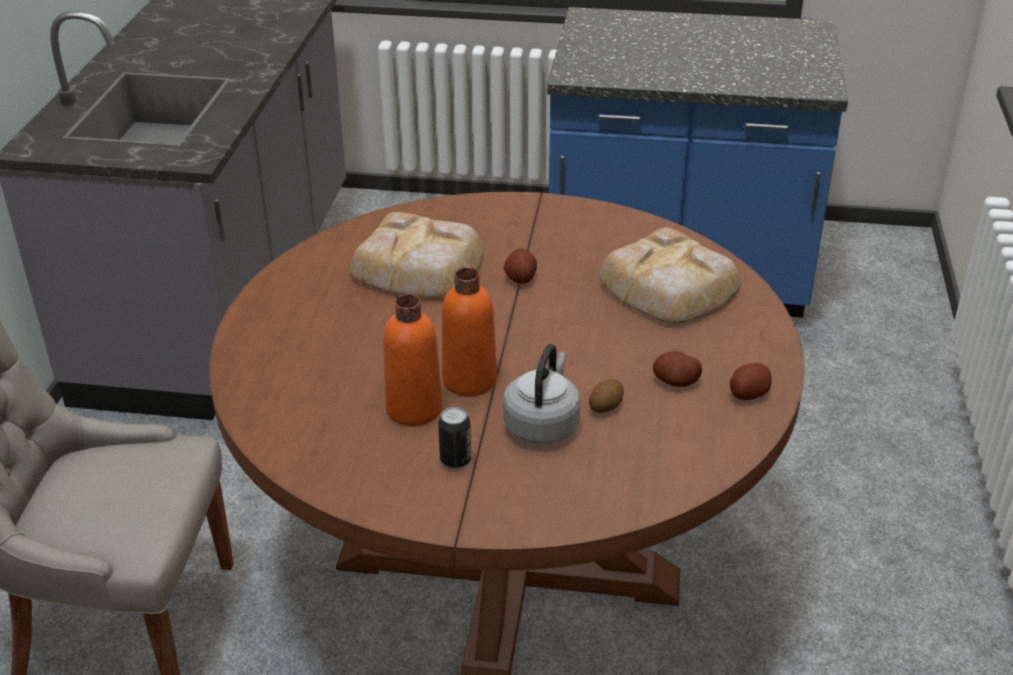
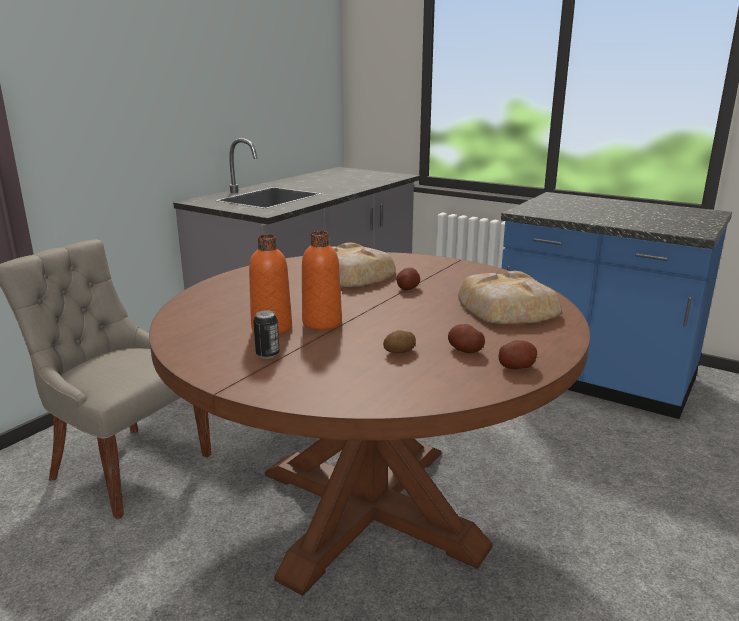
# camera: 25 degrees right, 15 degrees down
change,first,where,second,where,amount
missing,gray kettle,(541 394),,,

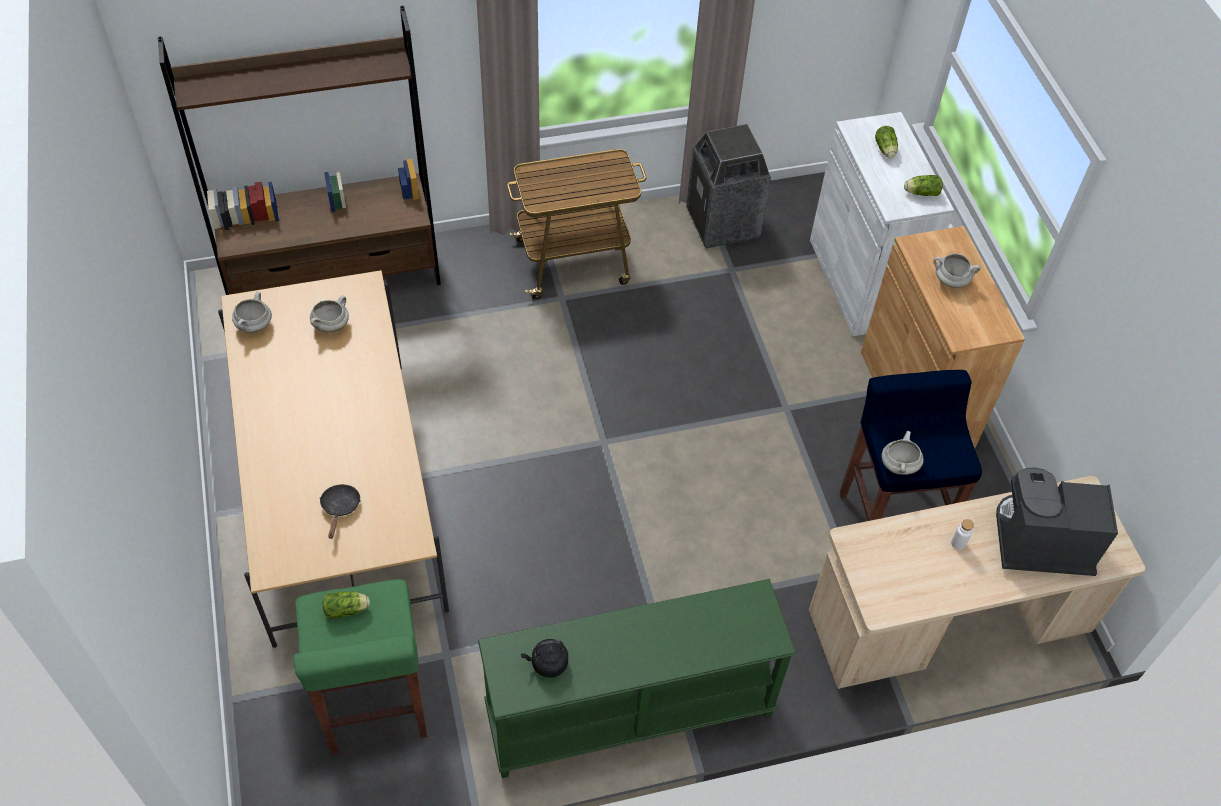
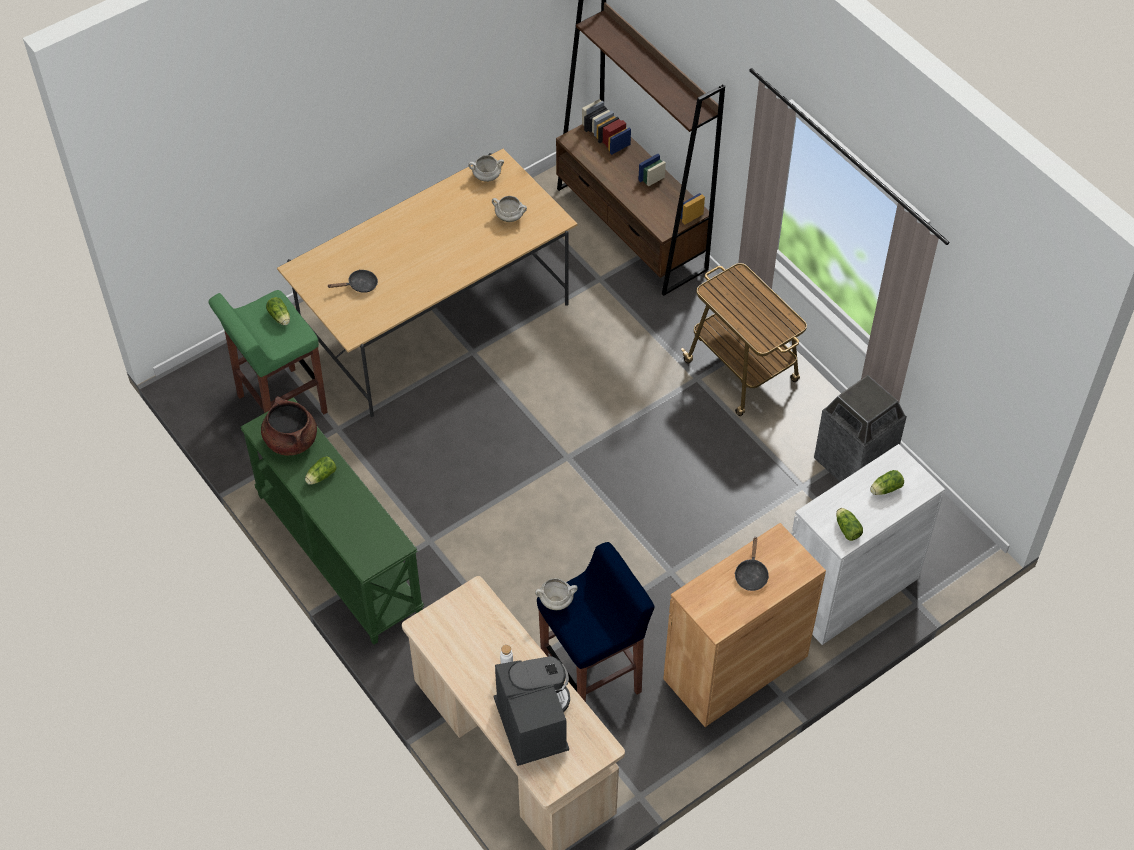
# camera: 70 degrees right, 0 degrees up
change,first,where,second,where,amount
exchanged,black kettle,(544 658),brown-coloured stockpot,(289 426),
exchanged,whitish stockpot,(957 270),black frying pan,(752 563),
appeared,,,lettuce head,(320 470),

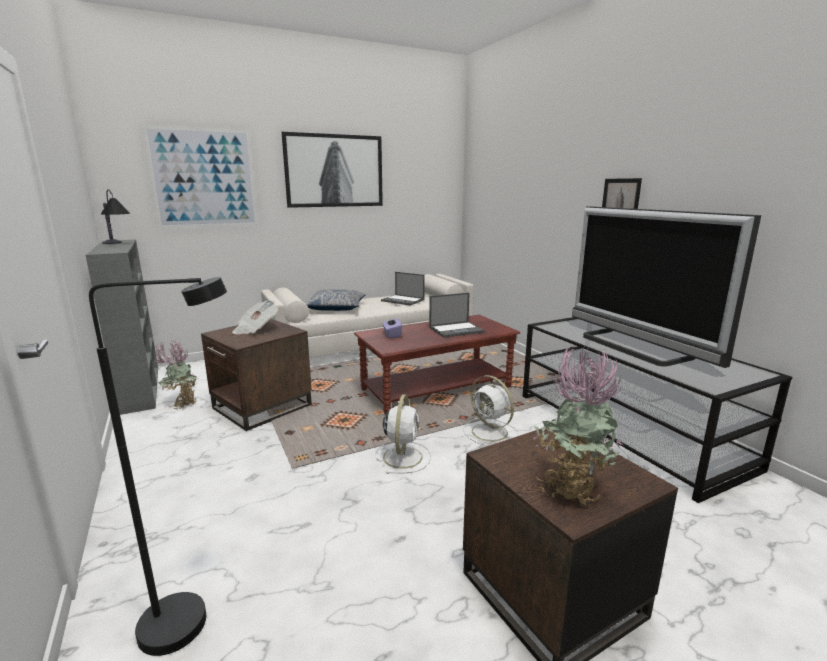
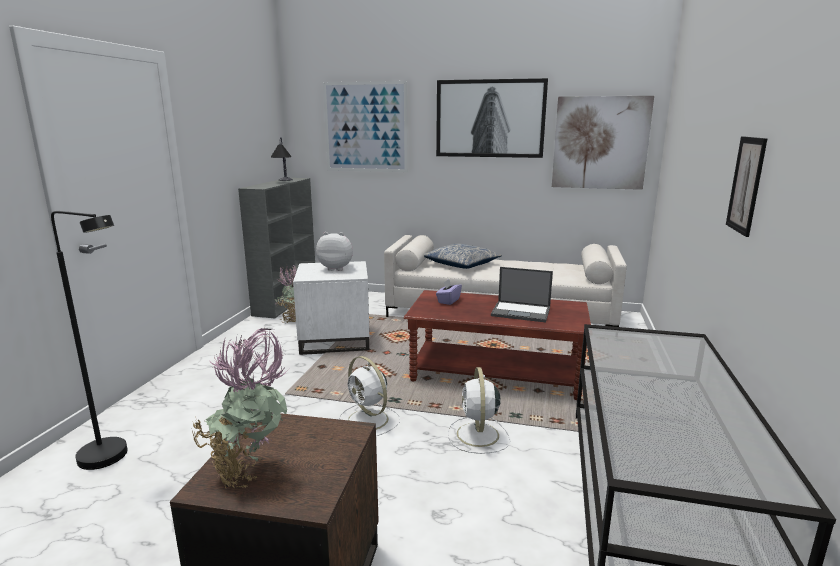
# camera: 40 degrees right, 0 degrees up
change,first,where,second,where,amount
colour,brown-coloured end table,(256 375),whitish end table,(331 308),
exchanged,printed paper,(255 317),soft toy,(334 251),
spun,whitish fan,(403 434),,(369 396),90 degrees clockwise
missing,notebook computer,(403 289),,,
missing,television,(666 287),,,
appeared,,,wall art,(603 143),

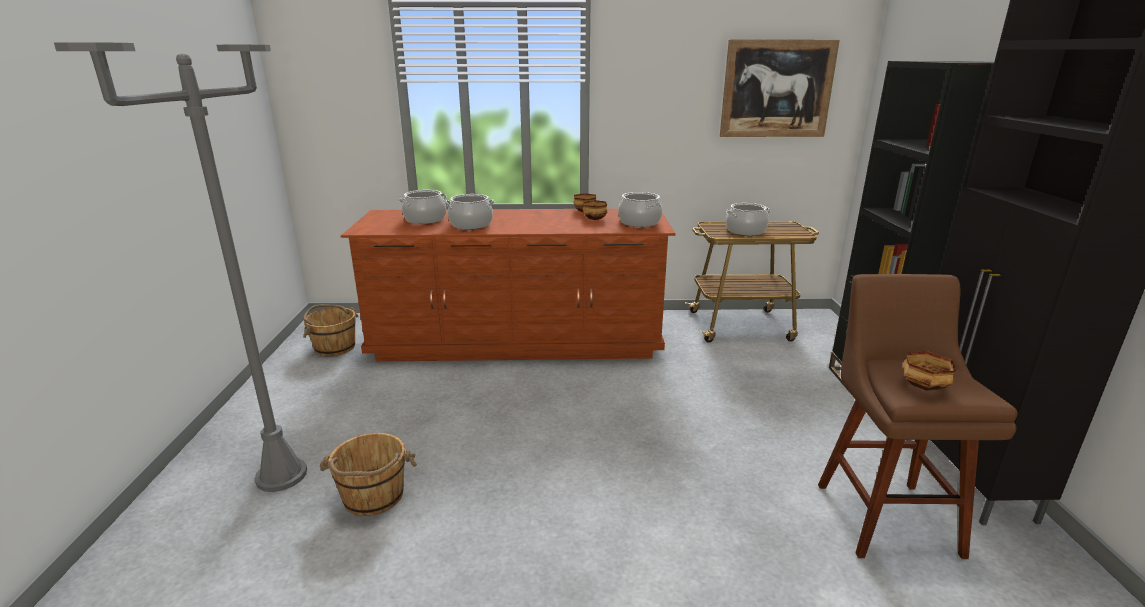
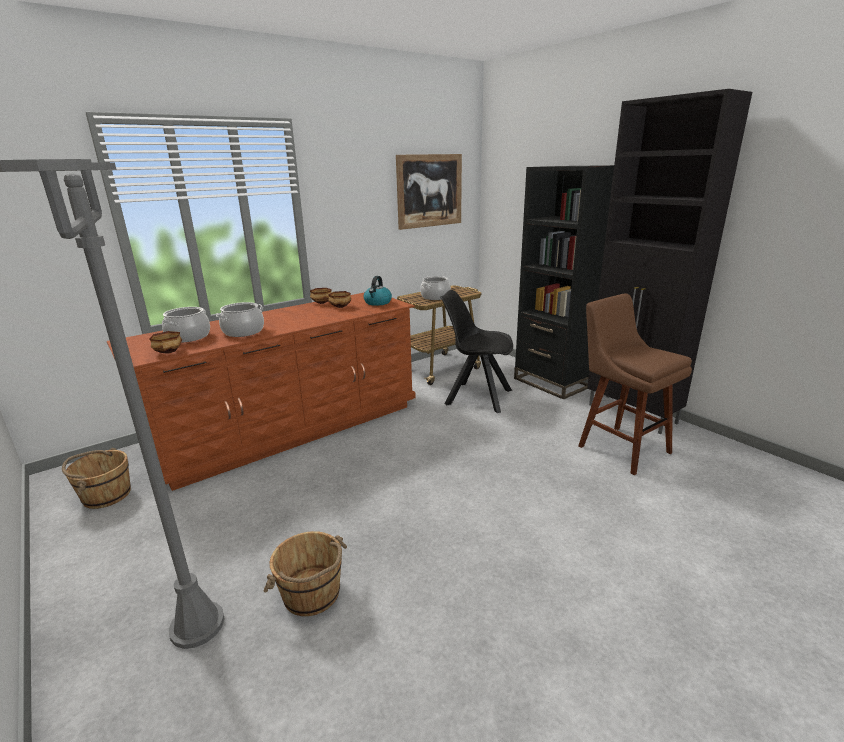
# camera: 35 degrees left, 0 degrees up
change,first,where,second,where,amount
exchanged,stockpot,(640 209),kettle,(378 291),
relocated,serving bowl,(929 371),,(165 342),
appeared,,,black plain chair,(476 351),

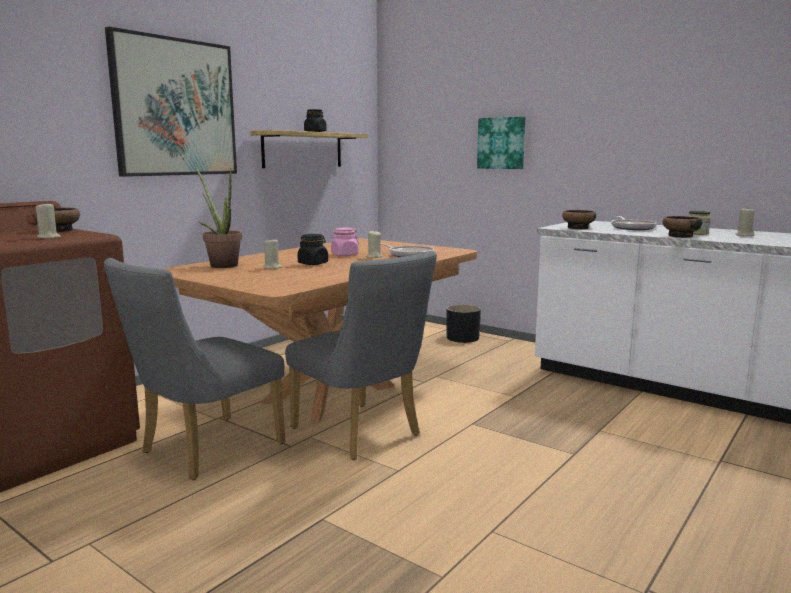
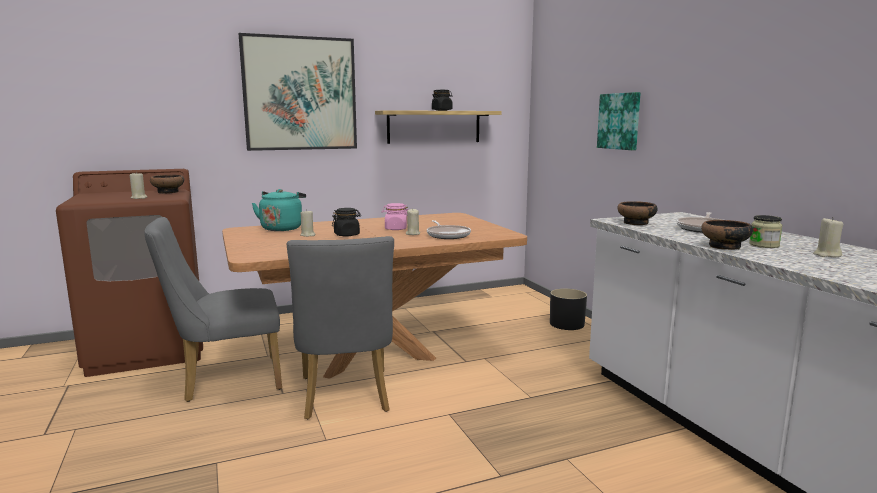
# camera: 30 degrees right, 0 degrees up
change,first,where,second,where,amount
exchanged,plant in a pot,(218 216),blue-green kettle,(279 210),

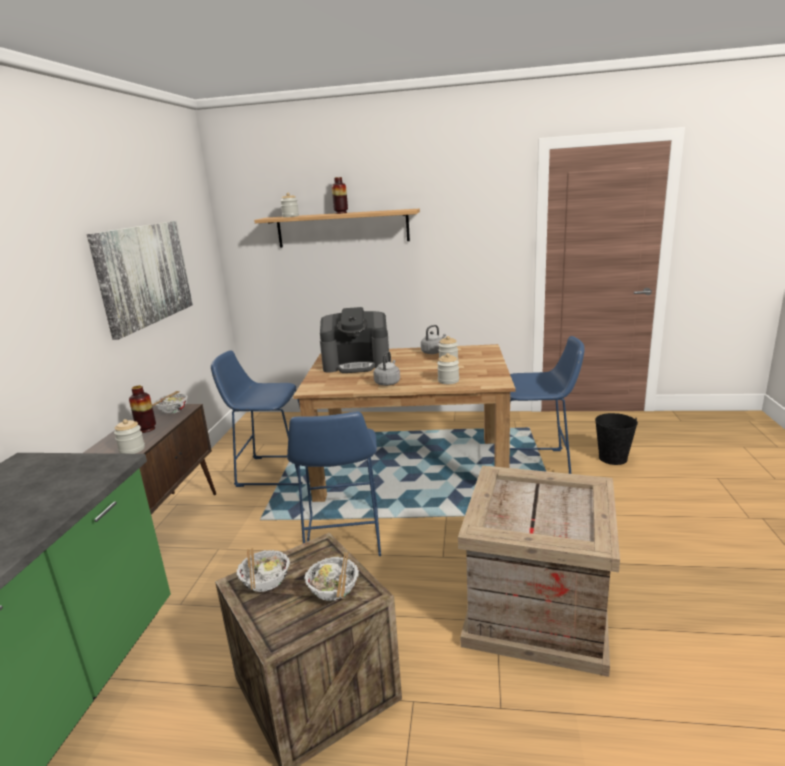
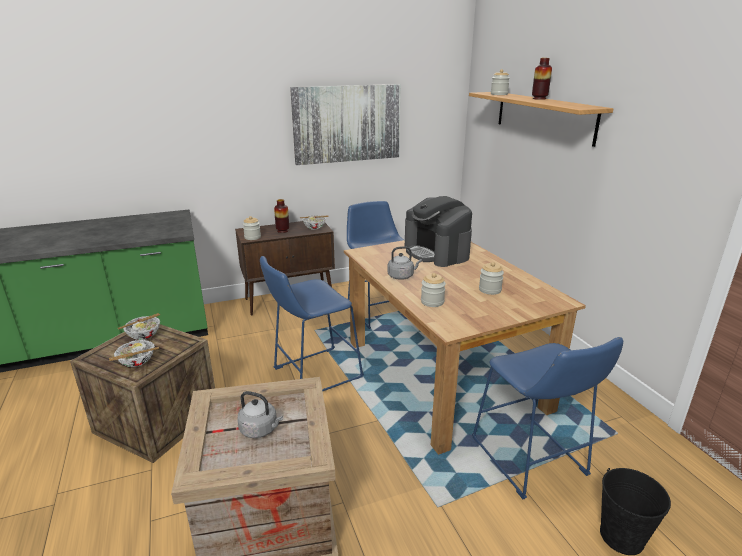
# camera: 60 degrees right, 5 degrees up
change,first,where,second,where,amount
relocated,gray kettle,(433 339),,(260 414),

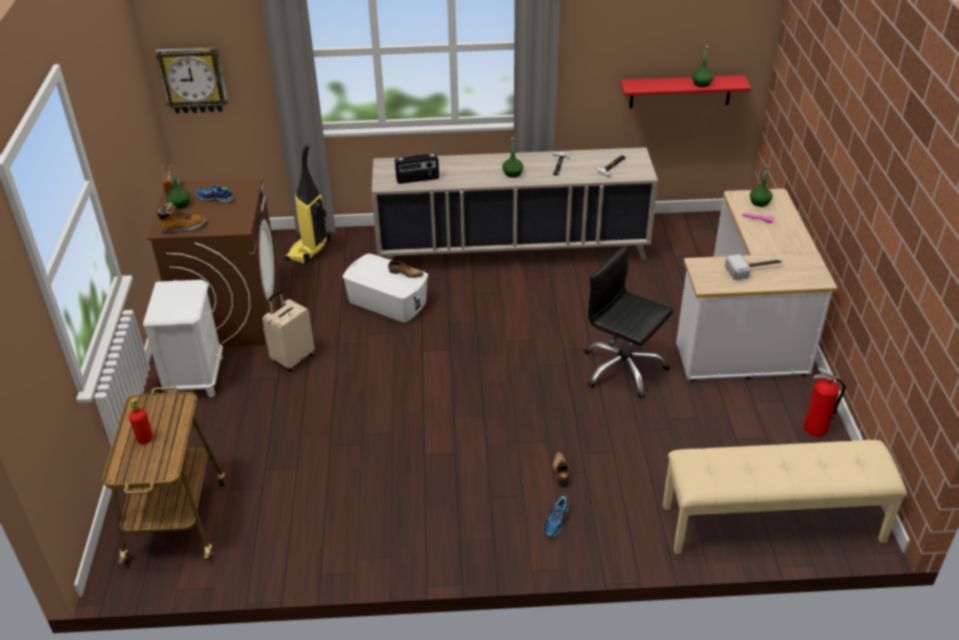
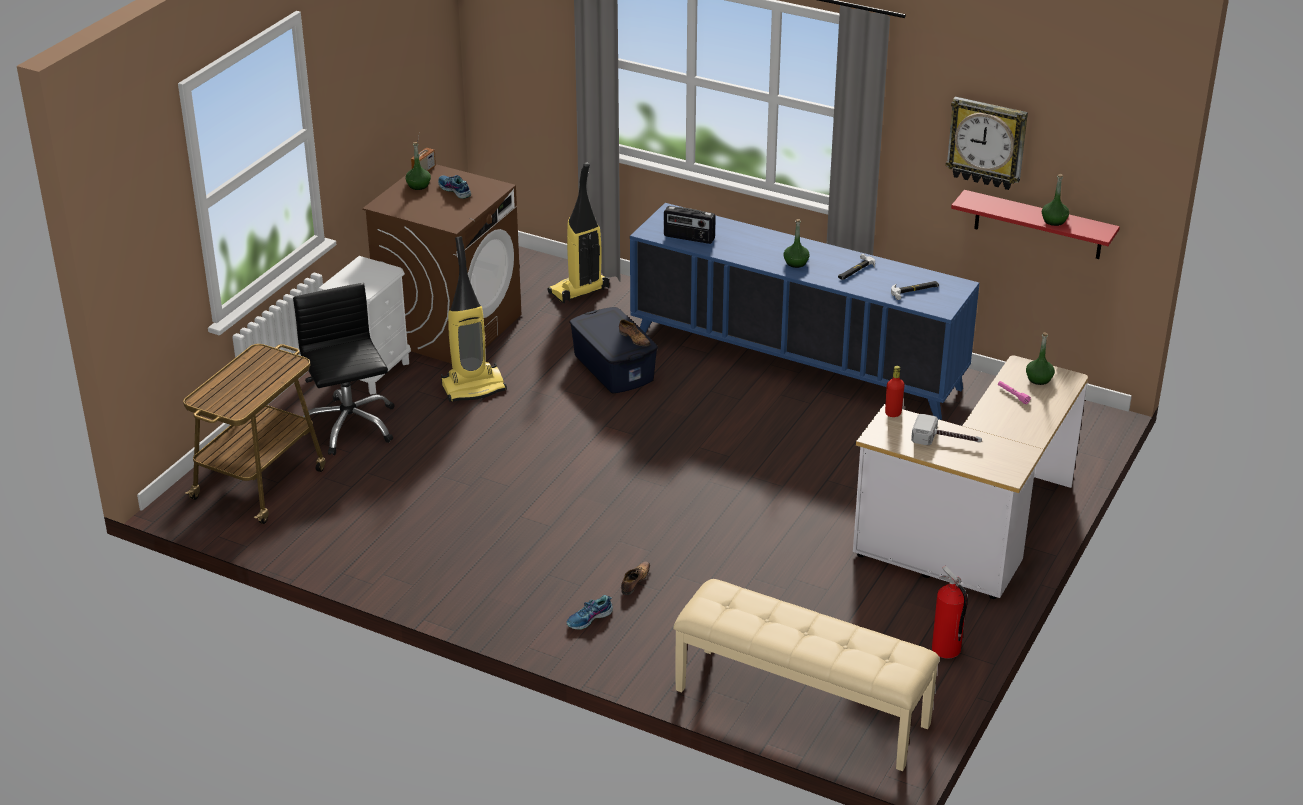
# camera: 30 degrees right, 5 degrees down
change,first,where,second,where,amount
relocated,reddish bottle,(141 421),,(894 391),
relocated,wall clock,(192 80),,(987 143),
missing,high-top boot,(181 217),,,
exchanged,beige-coloured travel case,(288 331),hoover,(474 319),
colour,whitish storage container,(385 288),blue-coloured storage container,(614 350),
colour,beige-coloured cupboard,(514 204),blue-coloured cupboard,(804 311),
relocated,black computer chair,(628 321),,(344 369),

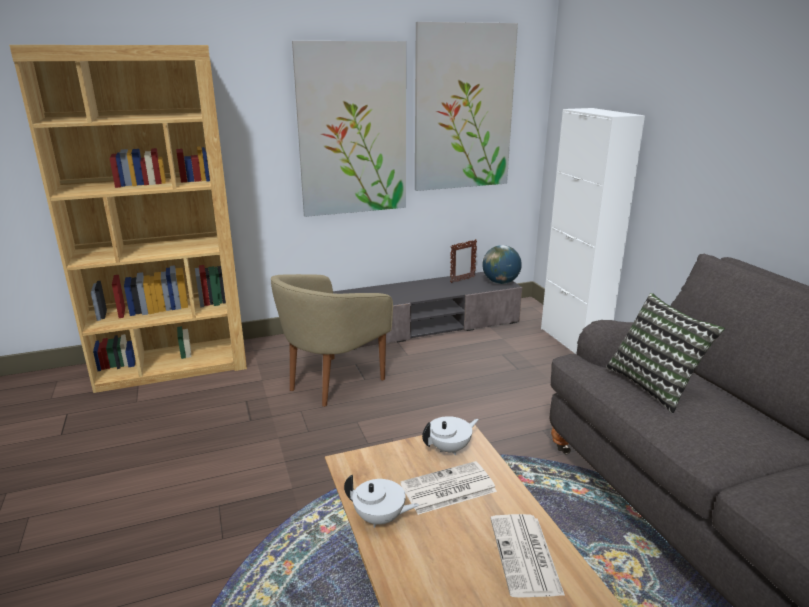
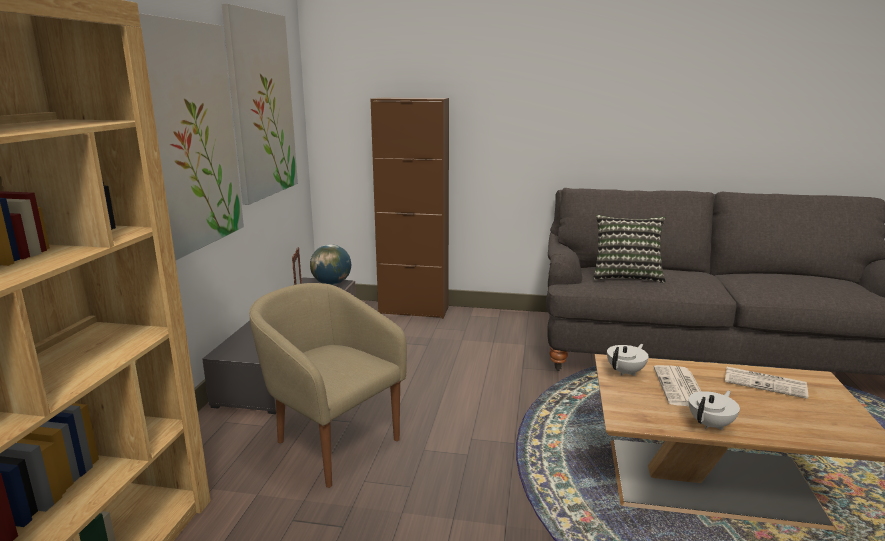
# camera: 60 degrees left, 5 degrees down
change,first,where,second,where,amount
spun,beige-coloured armchair,(332 340),,(328 385),150 degrees clockwise
spun,whitish tea pot,(450 435),,(628 360),45 degrees clockwise
colour,whitish cupboard,(593 231),brown-coloured cupboard,(410 208),

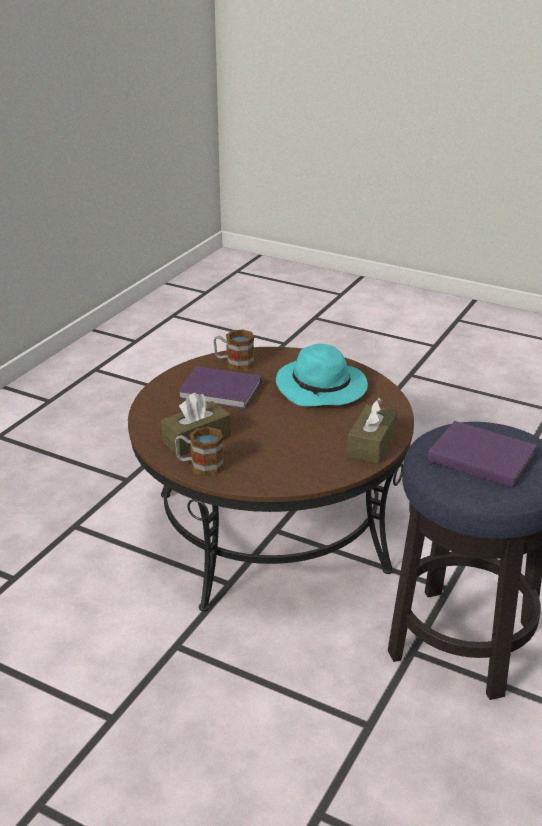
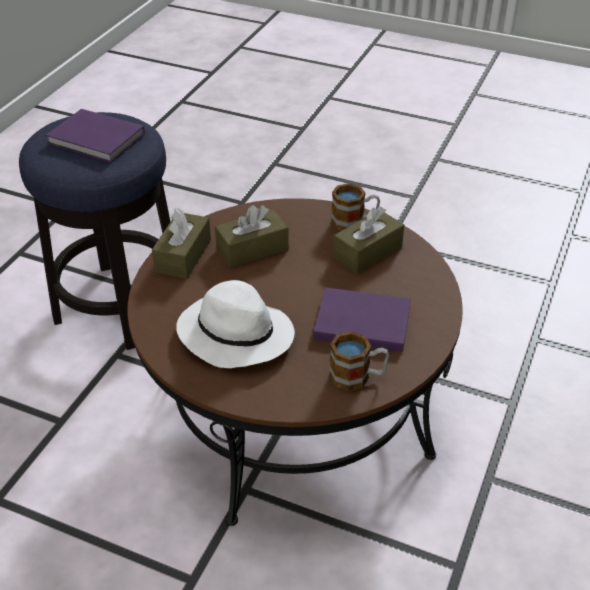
# camera: 175 degrees right, 10 degrees up
change,first,where,second,where,amount
colour,blue-green clothing hat,(322 375),whitish clothing hat,(235 324),
appeared,,,brown-coloured tissue holder,(252 236),

